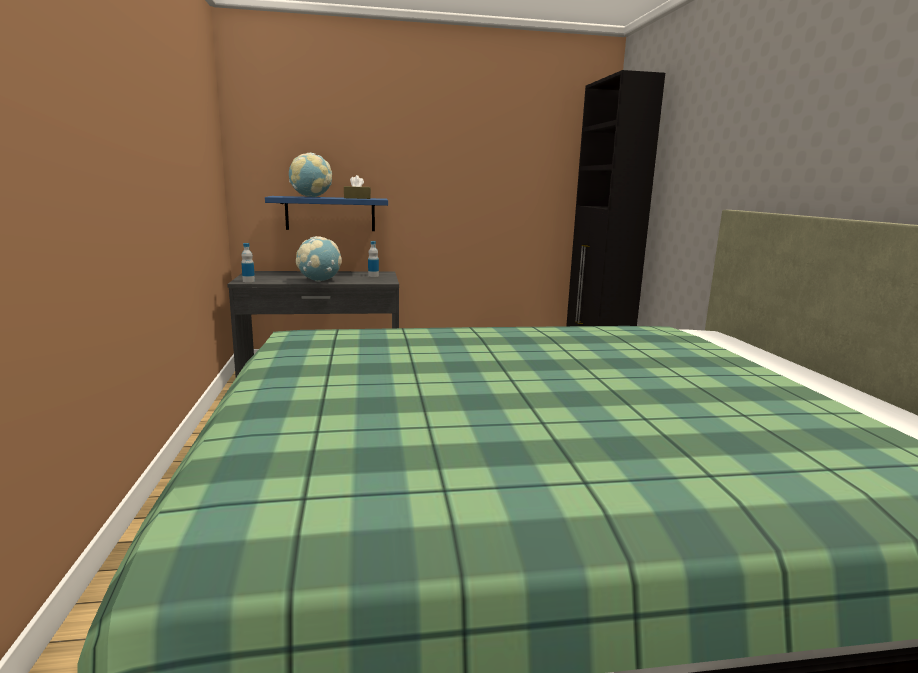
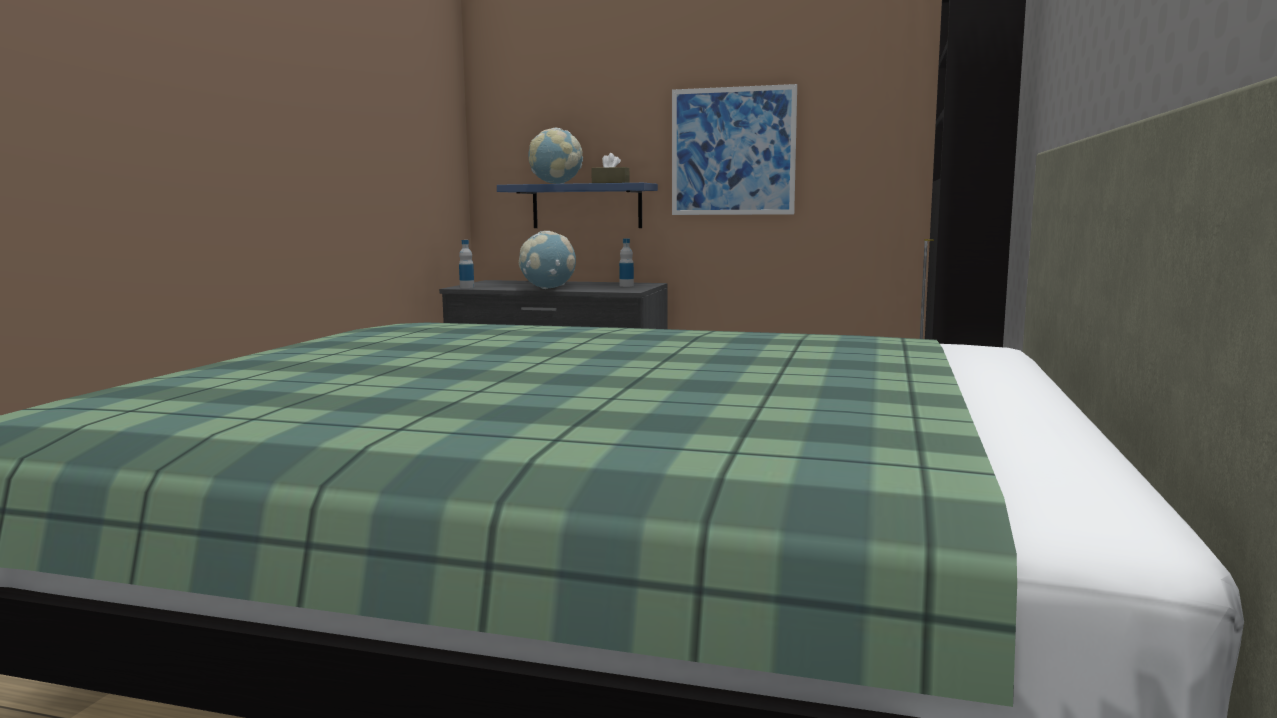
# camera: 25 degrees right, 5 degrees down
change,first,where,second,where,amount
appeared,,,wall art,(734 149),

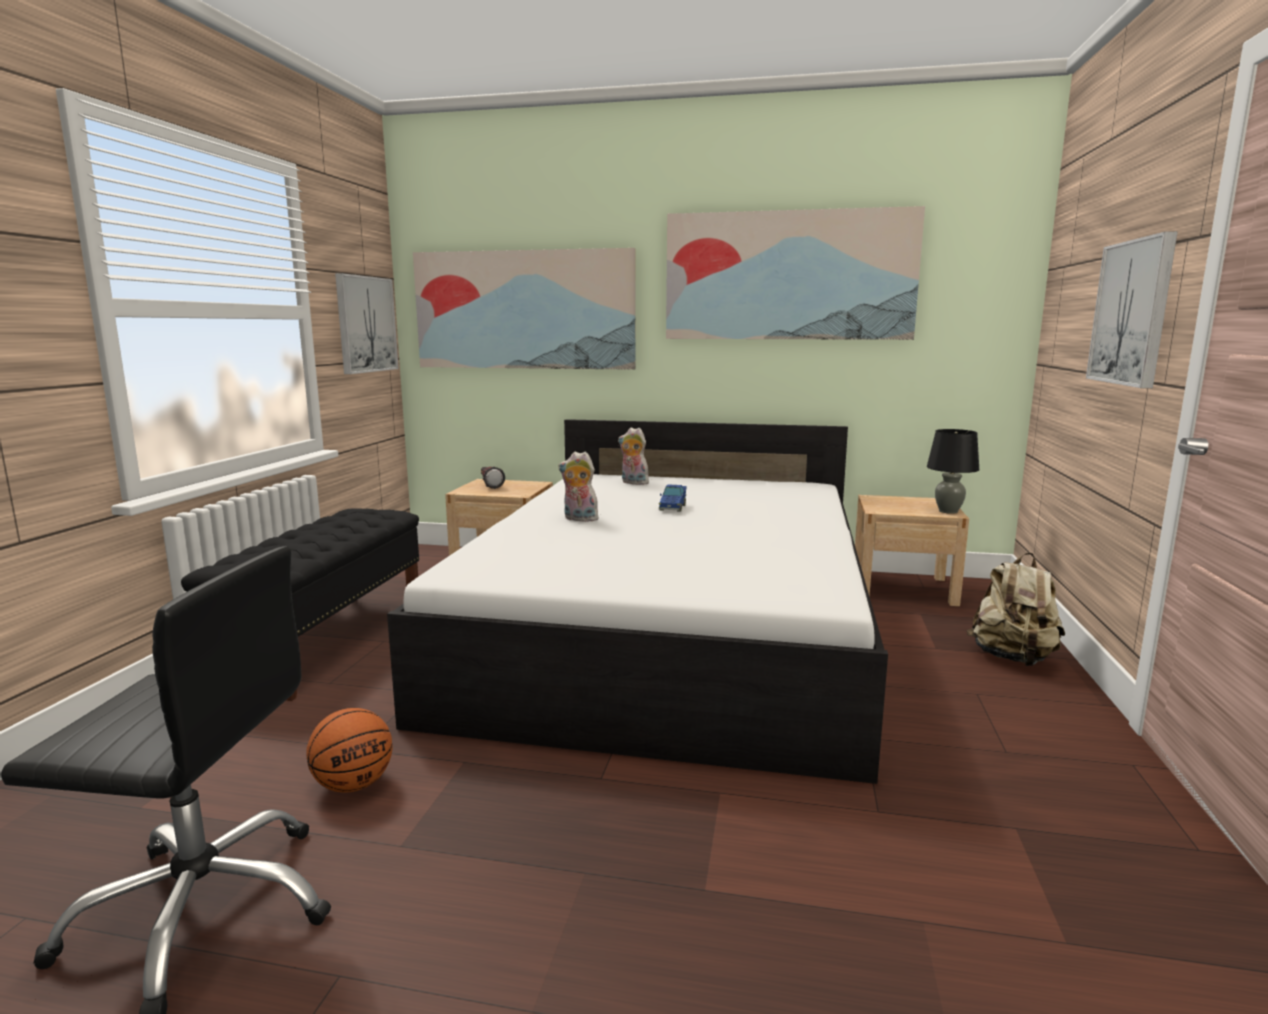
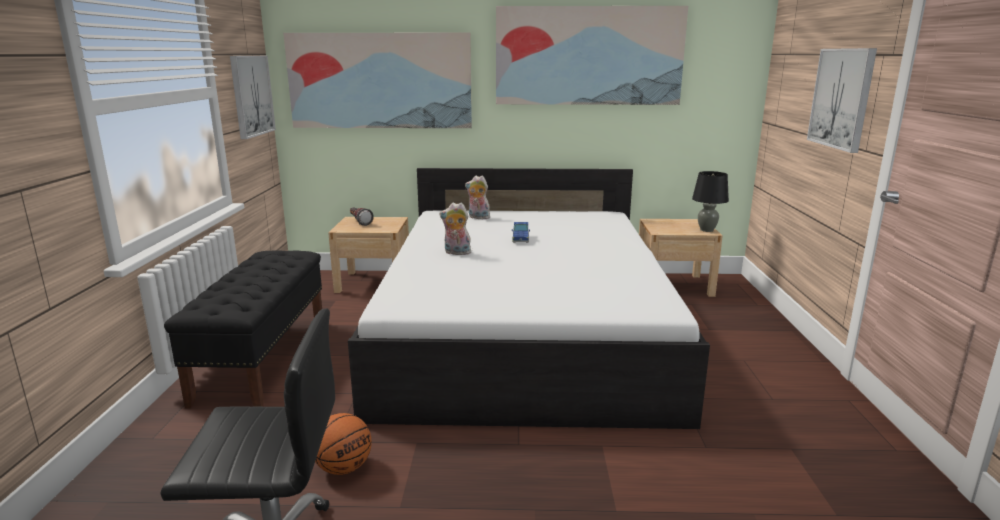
# camera: 10 degrees left, 5 degrees up
change,first,where,second,where,amount
missing,beige-coloured rucksack,(1015 609),,,

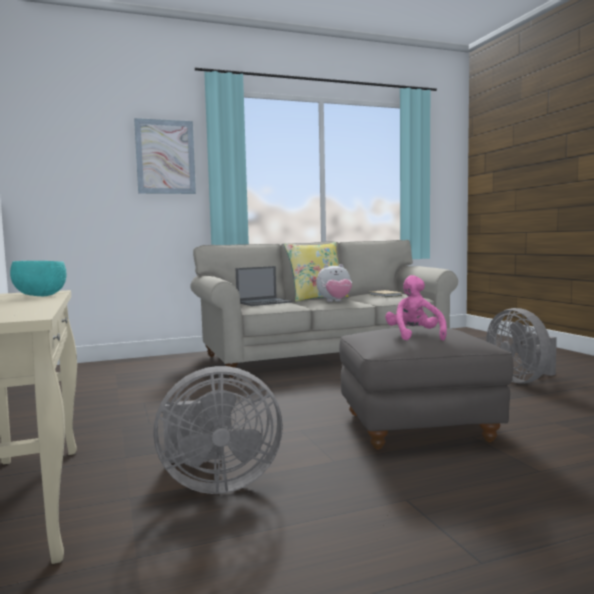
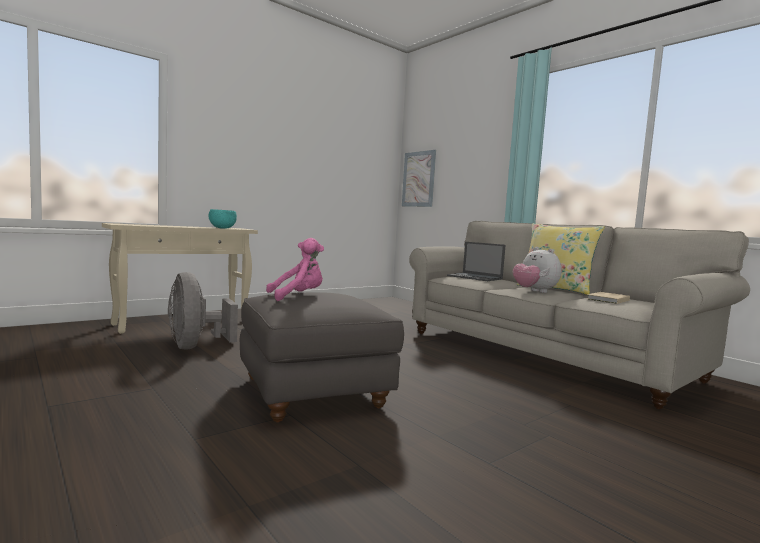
# camera: 70 degrees right, 0 degrees up
change,first,where,second,where,amount
relocated,wall art,(165 156),,(419 178),
missing,gray fan,(521 346),,,

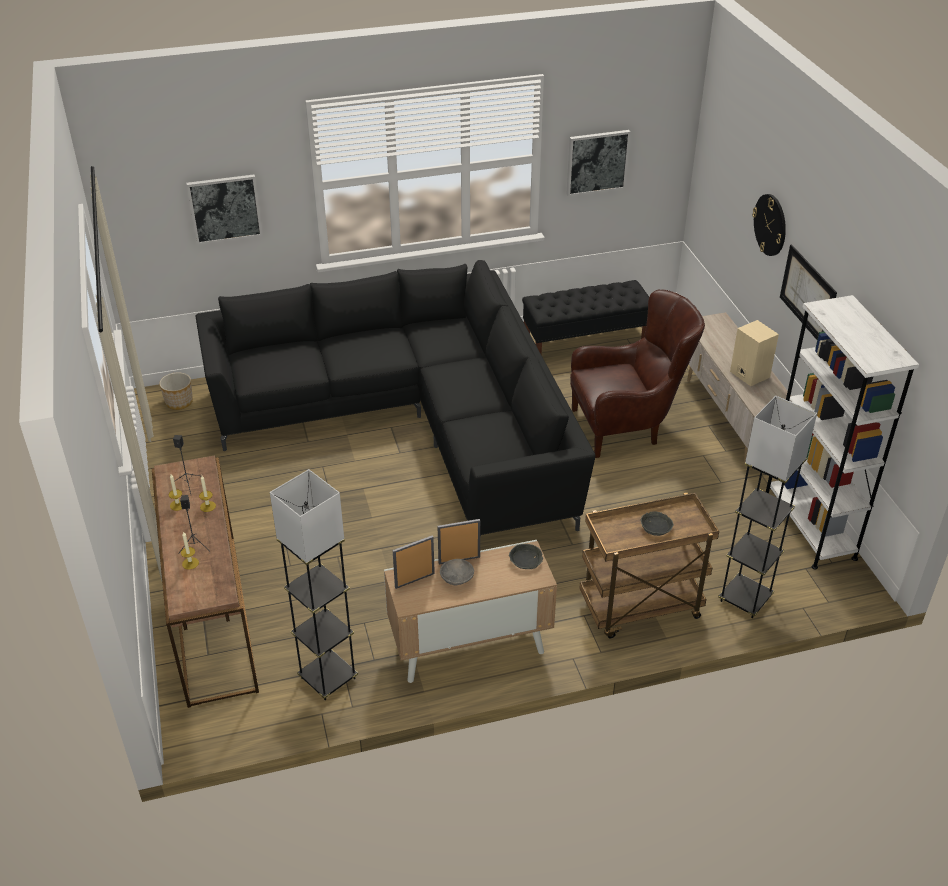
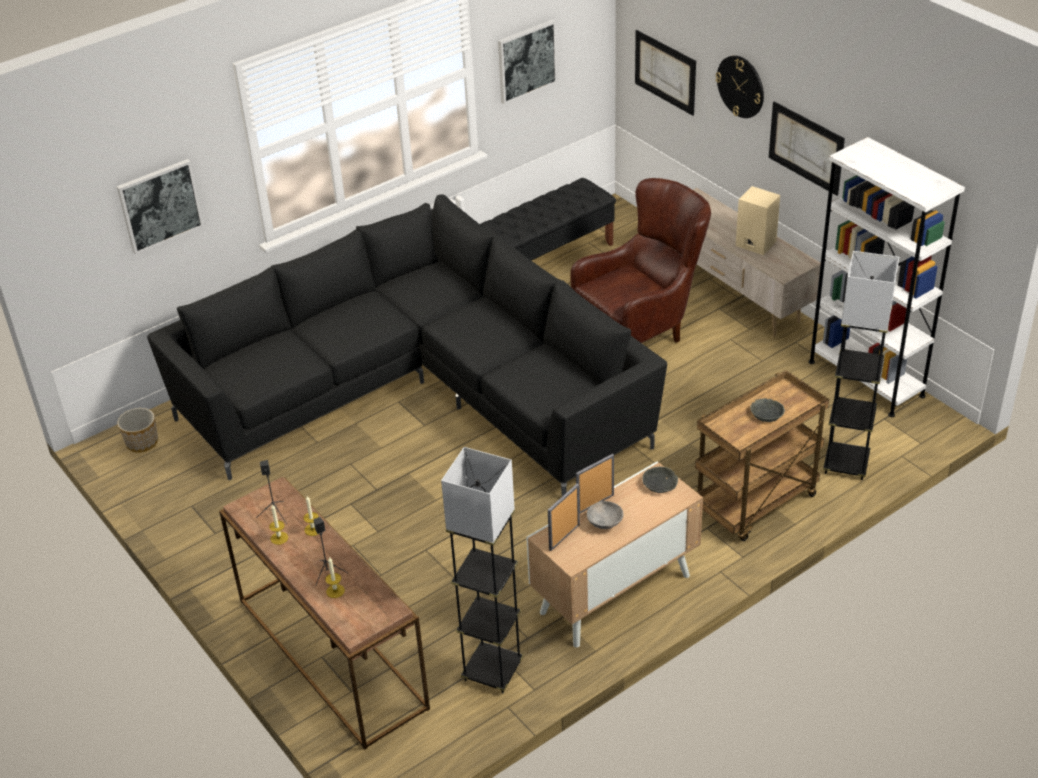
# camera: 20 degrees left, 0 degrees up
change,first,where,second,where,amount
appeared,,,wall art,(665 73),

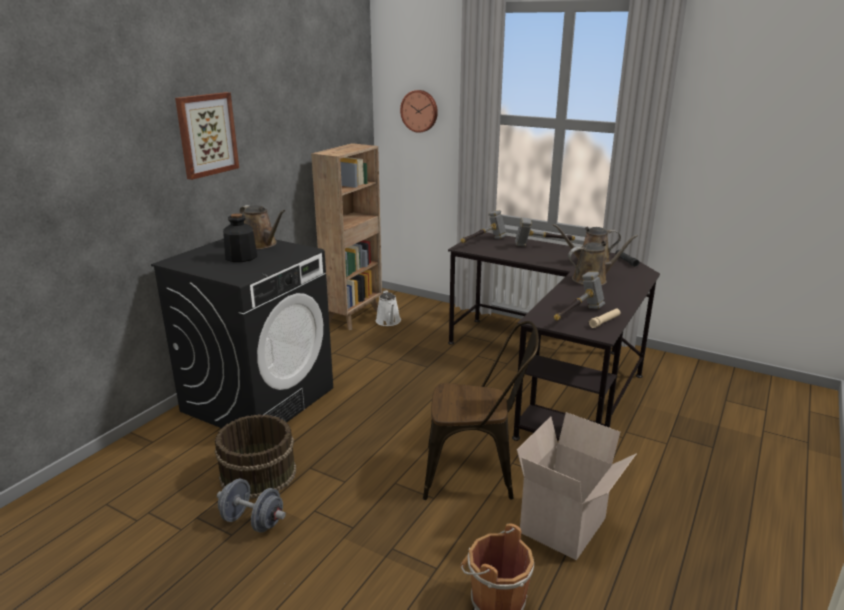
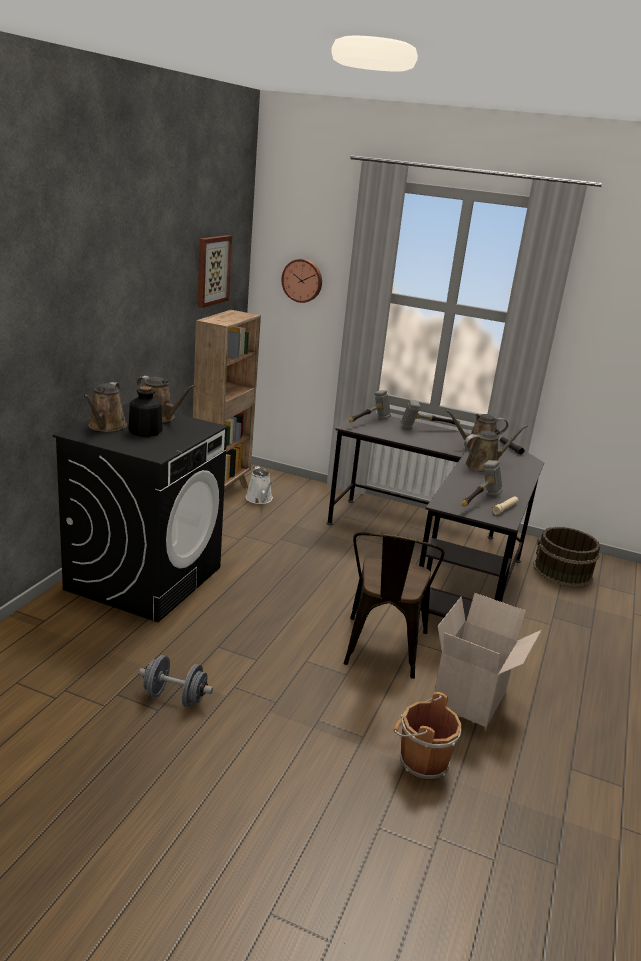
# camera: 10 degrees left, 0 degrees up
change,first,where,second,where,amount
relocated,wall art,(207 136),,(214 271),
relocated,brown-coloured pail,(255 456),,(566 557),
spun,brown-coloured plain chair,(481 410),,(393 605),105 degrees clockwise
appeared,,,brown-coloured watering pot,(105 407),

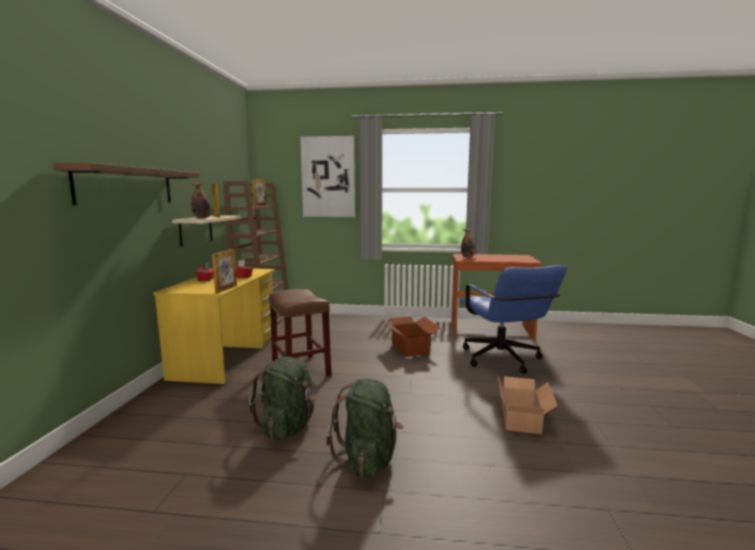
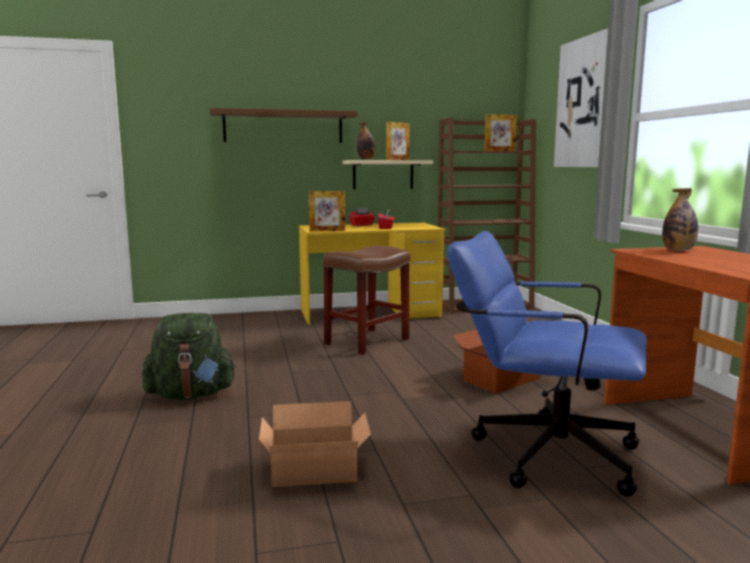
# camera: 70 degrees right, 0 degrees up
change,first,where,second,where,amount
missing,greenish rucksack,(282 398),,,
spun,blue-coloured computer chair,(513 319),,(547 363),60 degrees clockwise

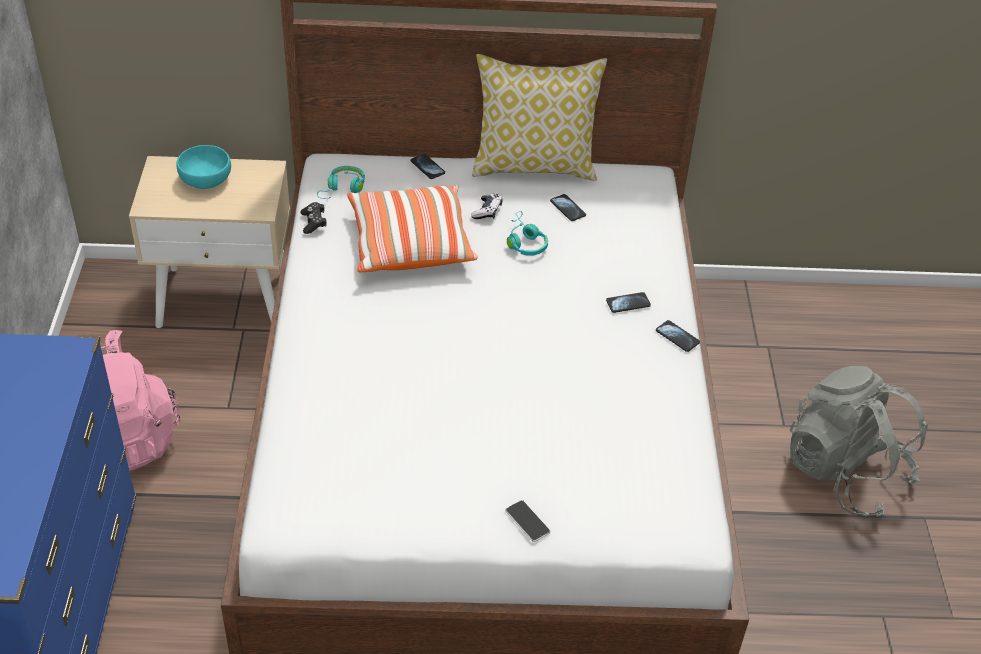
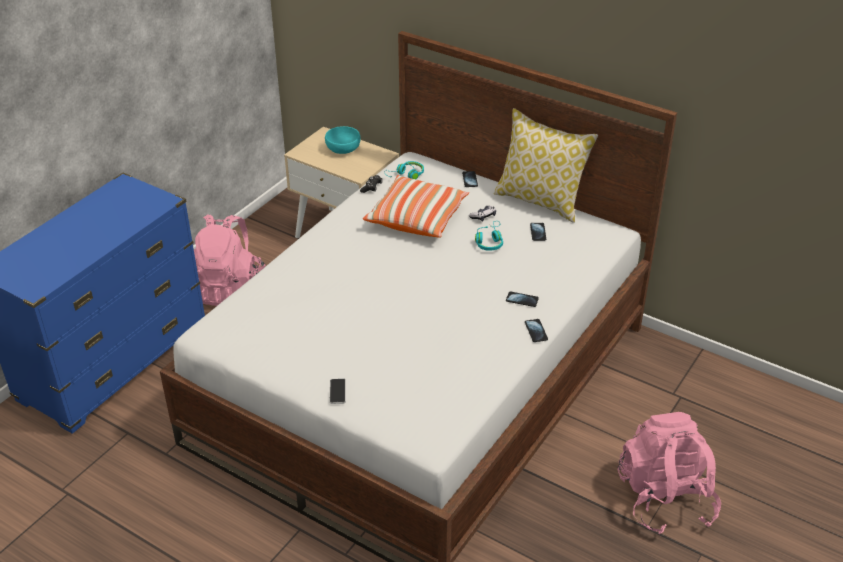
# camera: 35 degrees right, 5 degrees down
change,first,where,second,where,amount
colour,gray rucksack,(859 441),pinkish rucksack,(669 473),

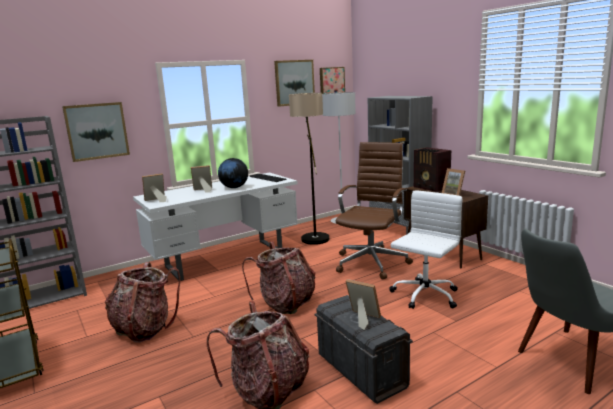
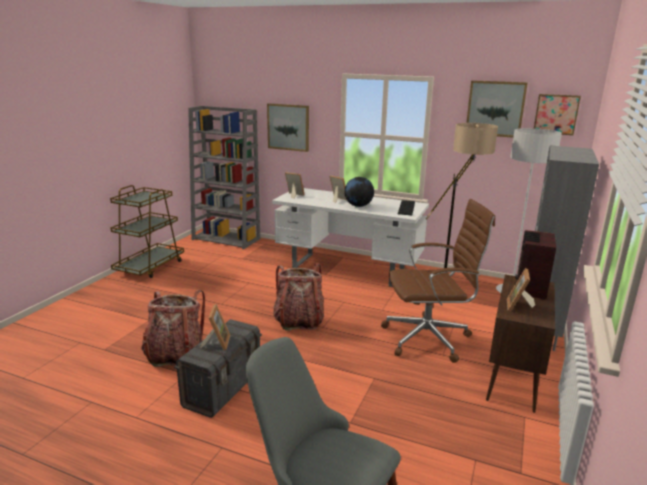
# camera: 55 degrees right, 5 degrees up
change,first,where,second,where,amount
missing,rucksack,(142 302),,,
missing,whitish computer chair,(426 249),,,

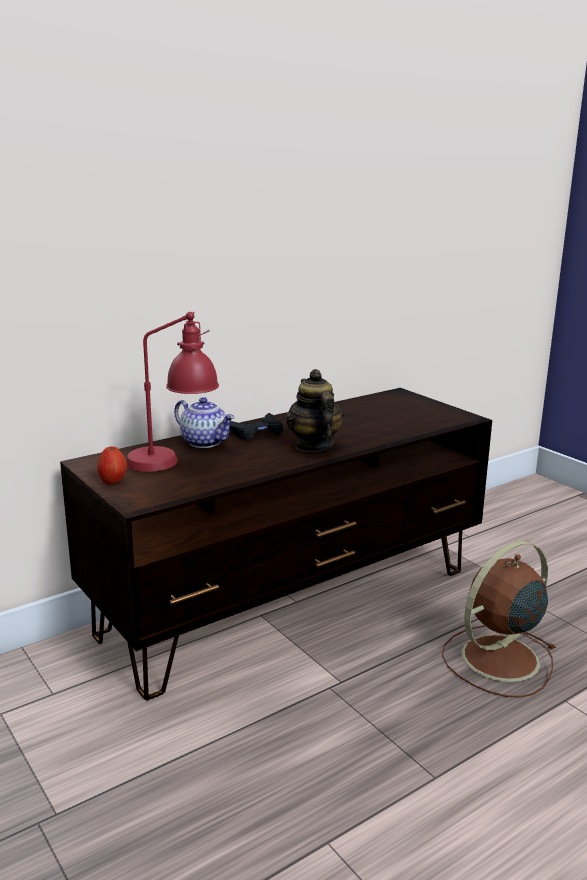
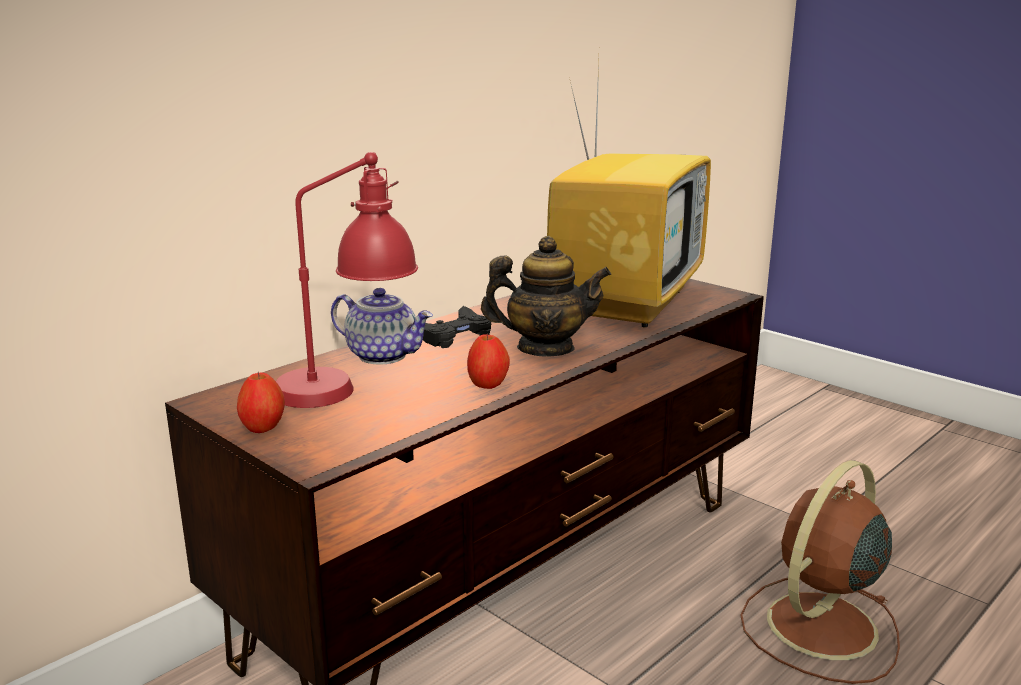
# camera: 10 degrees left, 0 degrees up
change,first,where,second,where,amount
spun,tea pot,(315 410),,(546 296),120 degrees clockwise
appeared,,,whole apple,(488 361),
appeared,,,television,(629 195),

